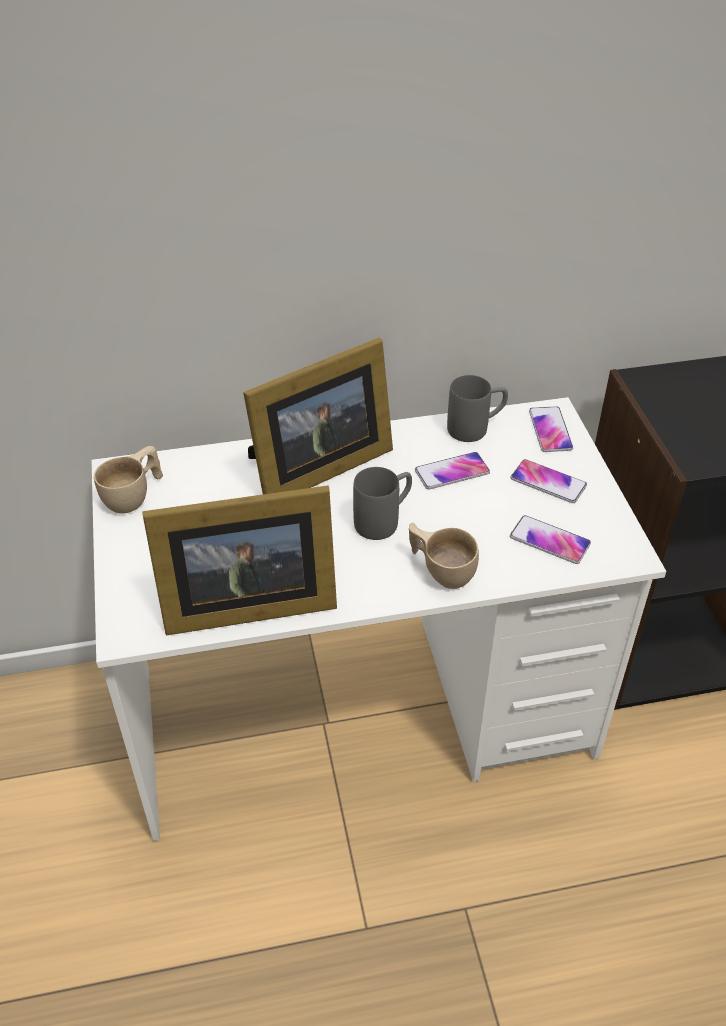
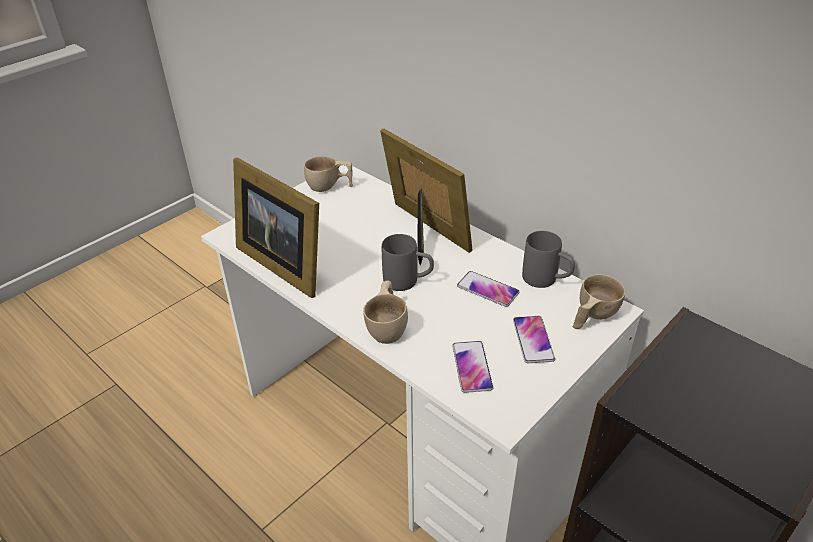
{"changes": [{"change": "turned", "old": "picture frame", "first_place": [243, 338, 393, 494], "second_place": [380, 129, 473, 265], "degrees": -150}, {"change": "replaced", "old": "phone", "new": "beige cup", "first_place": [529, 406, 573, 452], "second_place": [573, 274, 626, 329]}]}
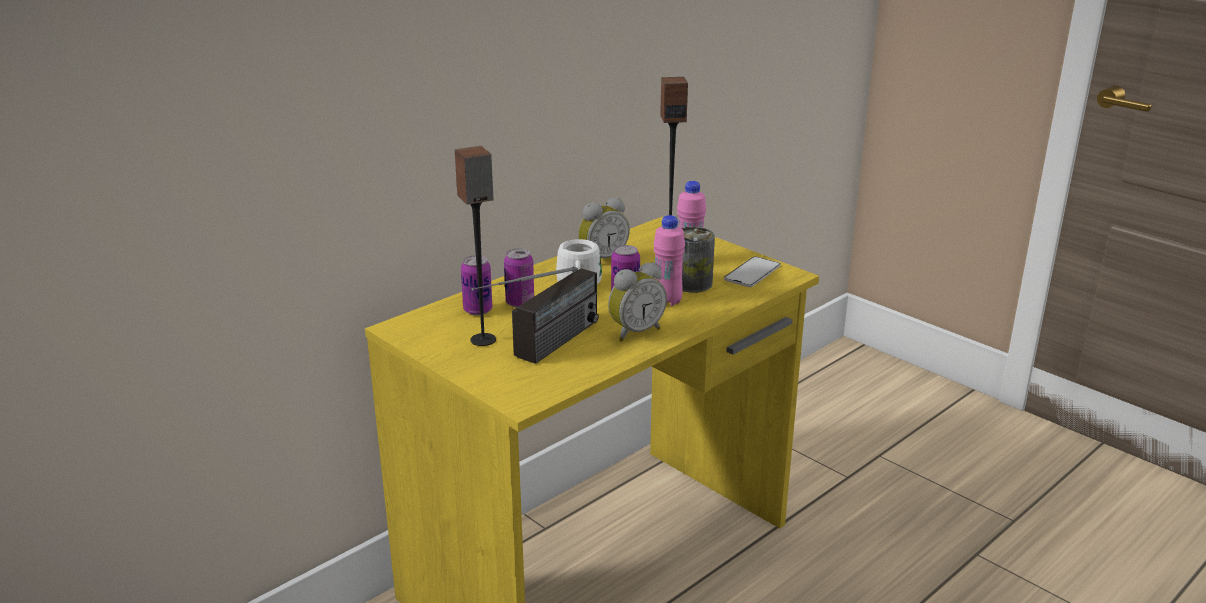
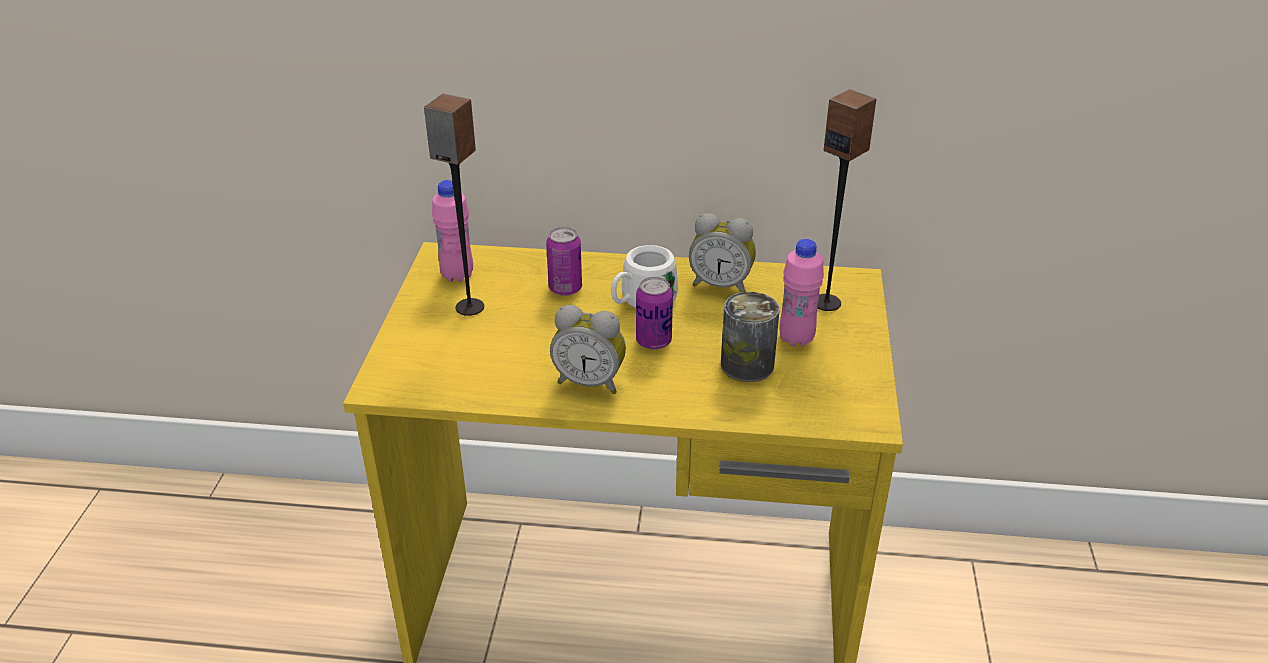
{"changes": [{"change": "removed", "old": "can", "first_place": [461, 255, 492, 315]}, {"change": "removed", "old": "radio", "first_place": [471, 266, 599, 364]}, {"change": "moved", "old": "pink bottle", "first_place": [653, 215, 685, 306], "second_place": [432, 180, 473, 282]}, {"change": "removed", "old": "phone", "first_place": [724, 257, 781, 287]}]}
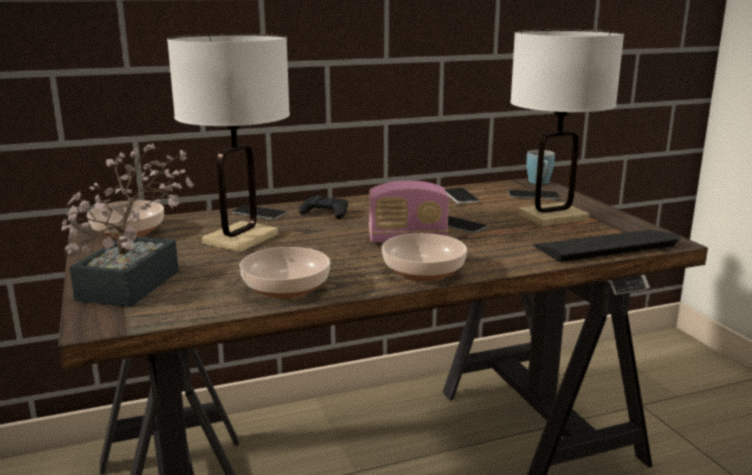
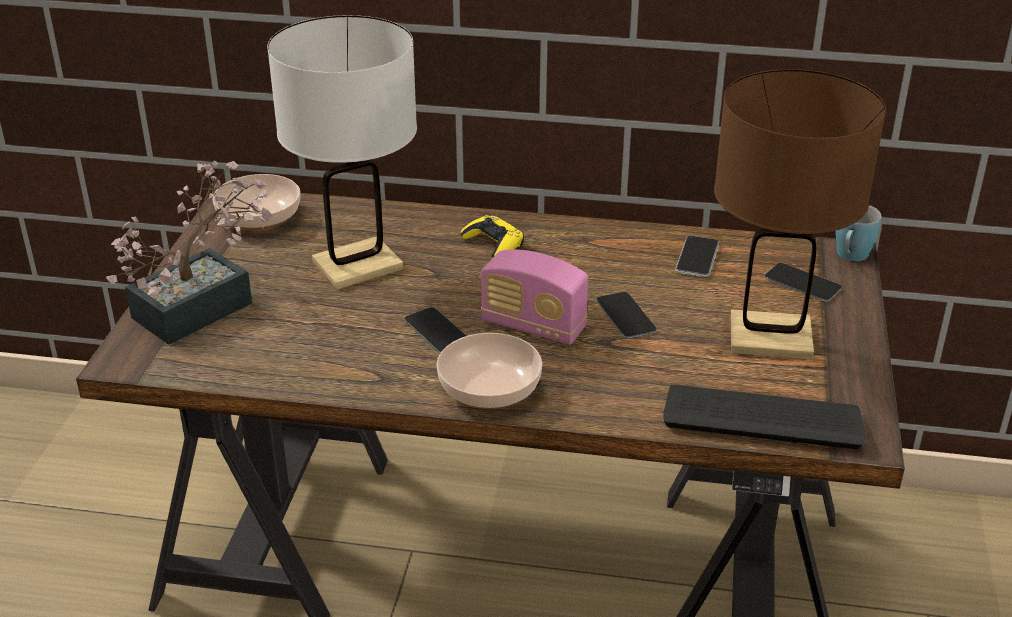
{"changes": [{"change": "moved", "old": "phone", "first_place": [232, 205, 287, 220], "second_place": [405, 307, 466, 354]}, {"change": "removed", "old": "bowl", "first_place": [240, 247, 330, 299]}, {"change": "recoloured", "old": "black game controller", "new": "yellow game controller", "first_place": [299, 195, 348, 219], "second_place": [460, 215, 524, 258]}, {"change": "recoloured", "old": "white table lamp", "new": "brown table lamp", "first_place": [510, 30, 624, 226], "second_place": [714, 69, 886, 360]}]}
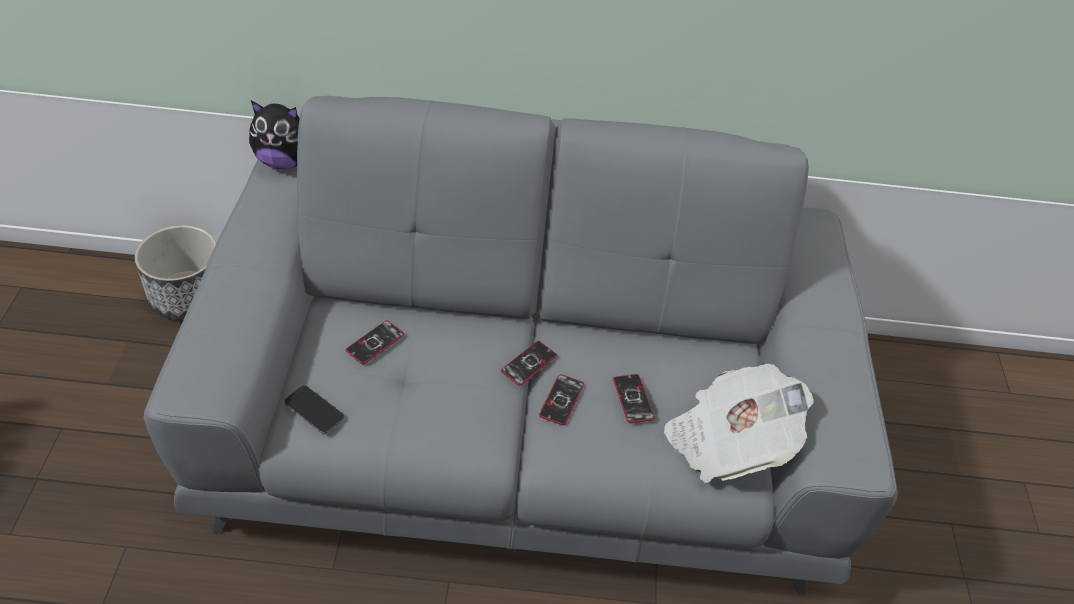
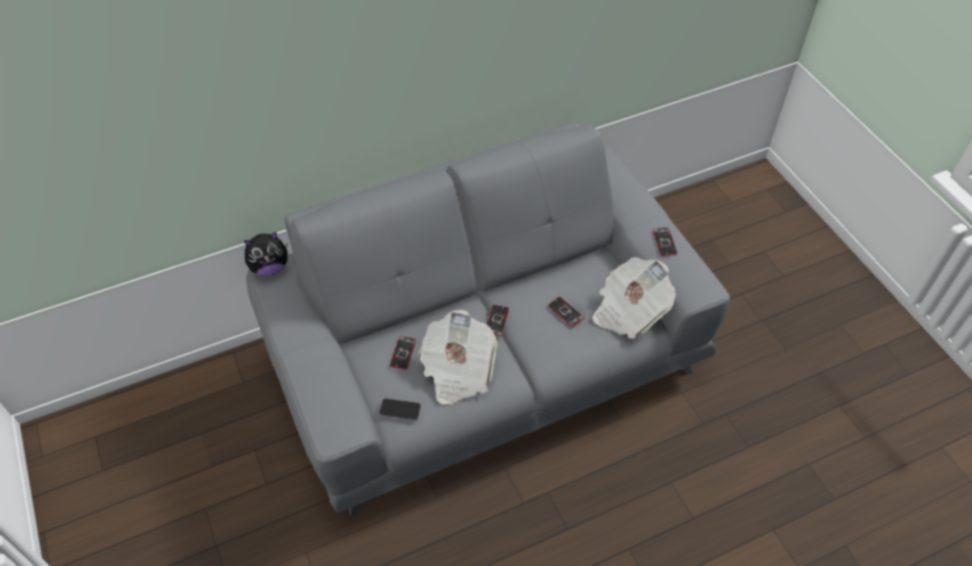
{"changes": [{"change": "removed", "old": "planter", "first_place": [135, 225, 216, 320]}, {"change": "moved", "old": "phone", "first_place": [539, 374, 584, 425], "second_place": [653, 228, 677, 256]}, {"change": "added", "new": "newspaper", "second_place": [419, 310, 498, 405]}]}
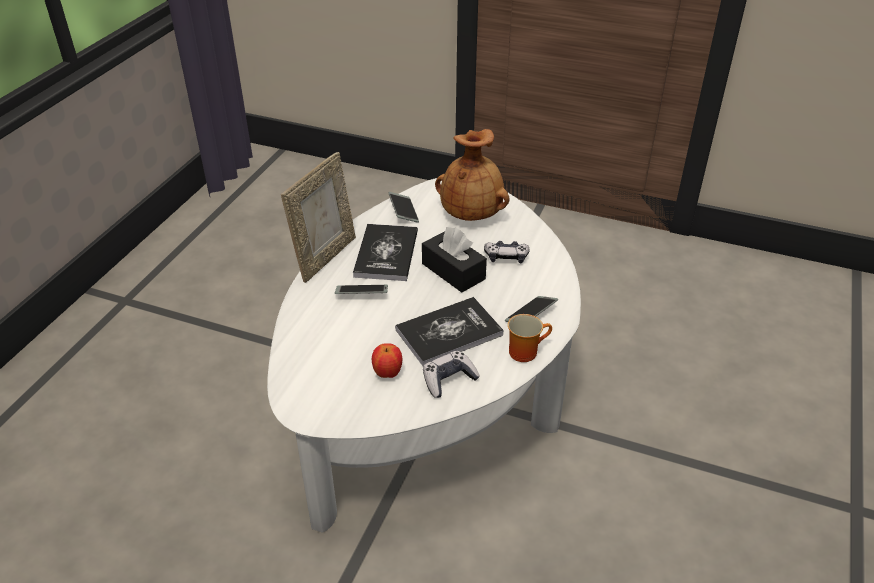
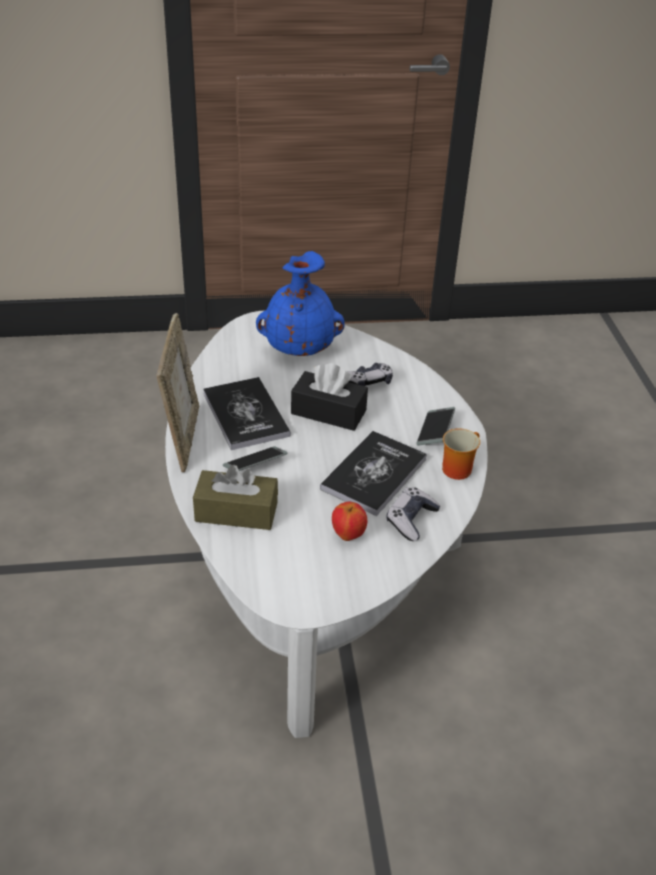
{"changes": [{"change": "removed", "old": "phone", "first_place": [389, 192, 419, 223]}, {"change": "recoloured", "old": "brown vase", "new": "blue vase", "first_place": [435, 129, 510, 221], "second_place": [256, 251, 345, 356]}, {"change": "added", "new": "brown tissue box", "second_place": [193, 465, 278, 530]}]}
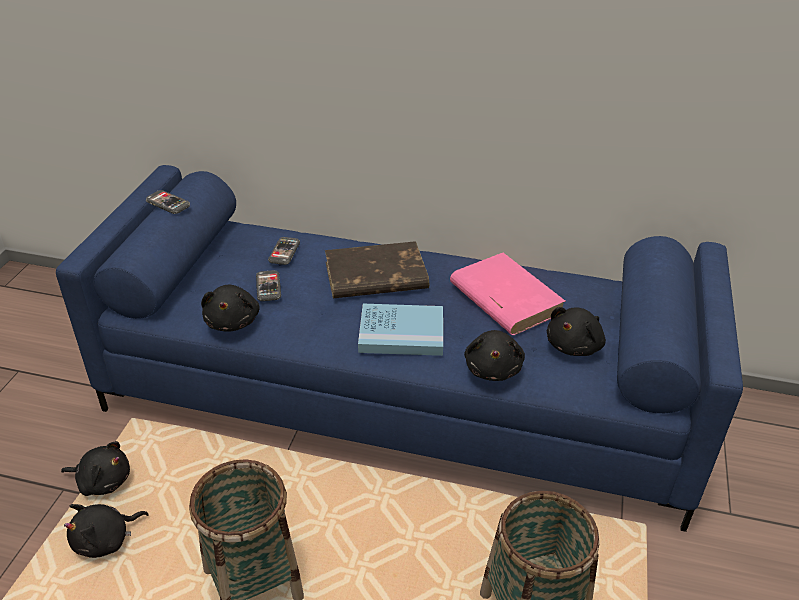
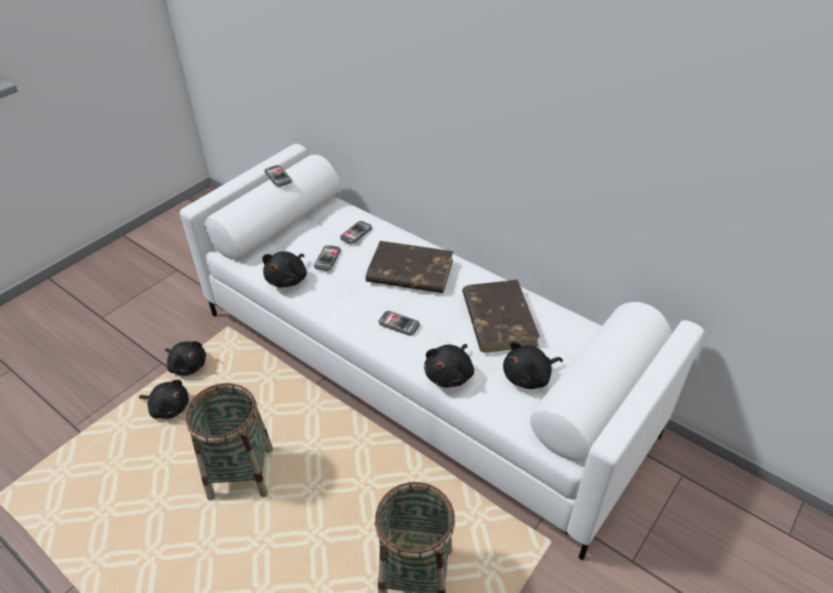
{"changes": [{"change": "recoloured", "old": "blue sofa", "new": "white sofa", "first_place": [56, 165, 743, 532], "second_place": [180, 144, 704, 561]}, {"change": "turned", "old": "black plush toy", "first_place": [64, 504, 149, 558], "second_place": [139, 379, 189, 419], "degrees": -150}, {"change": "replaced", "old": "blue book", "new": "phone", "first_place": [358, 304, 443, 356], "second_place": [378, 311, 420, 336]}, {"change": "recoloured", "old": "pink book", "new": "brown book", "first_place": [450, 253, 566, 335], "second_place": [462, 280, 540, 353]}]}
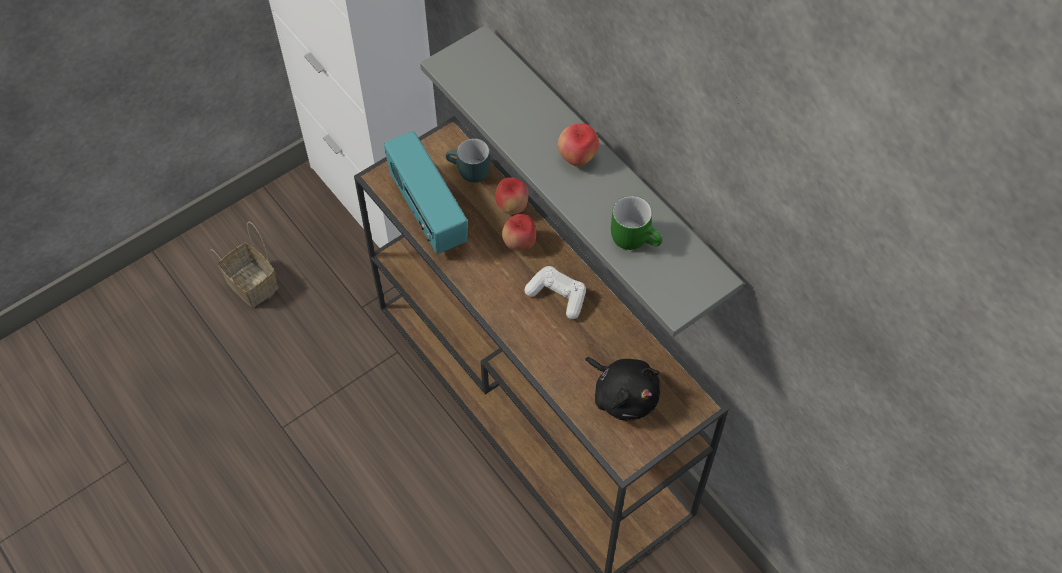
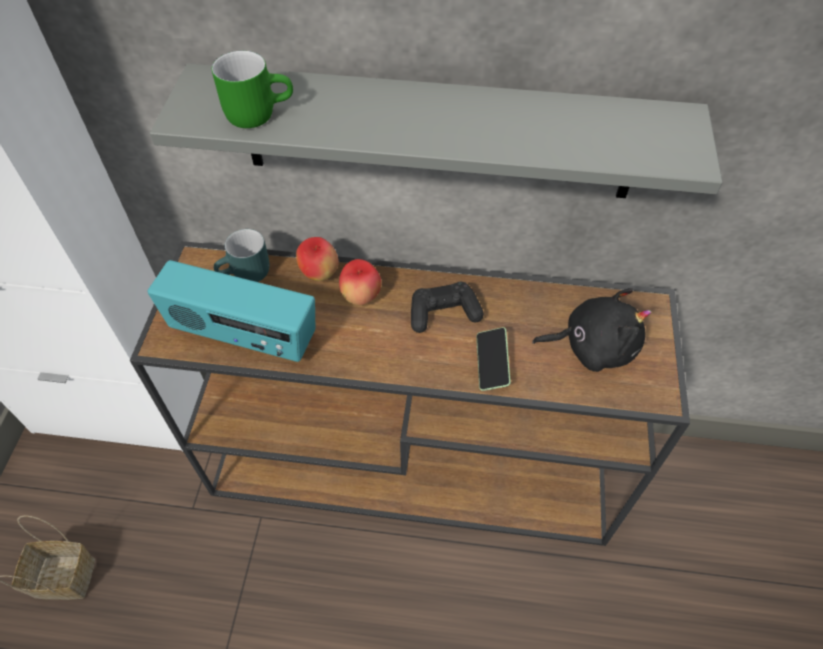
{"changes": [{"change": "recoloured", "old": "white game controller", "new": "black game controller", "first_place": [525, 266, 586, 319], "second_place": [411, 282, 484, 333]}, {"change": "removed", "old": "apple", "first_place": [558, 124, 599, 167]}, {"change": "moved", "old": "green mug", "first_place": [611, 196, 662, 250], "second_place": [212, 51, 293, 128]}, {"change": "added", "new": "phone", "second_place": [476, 327, 511, 391]}]}
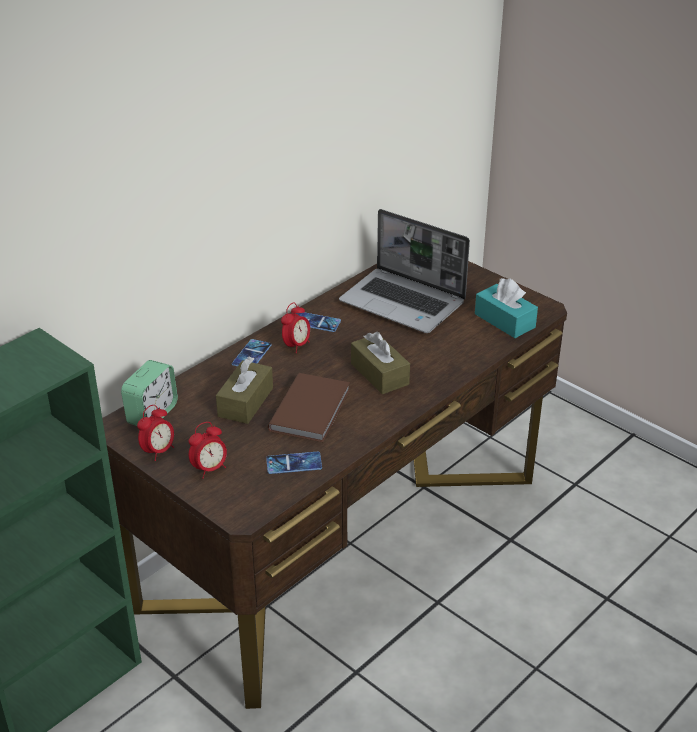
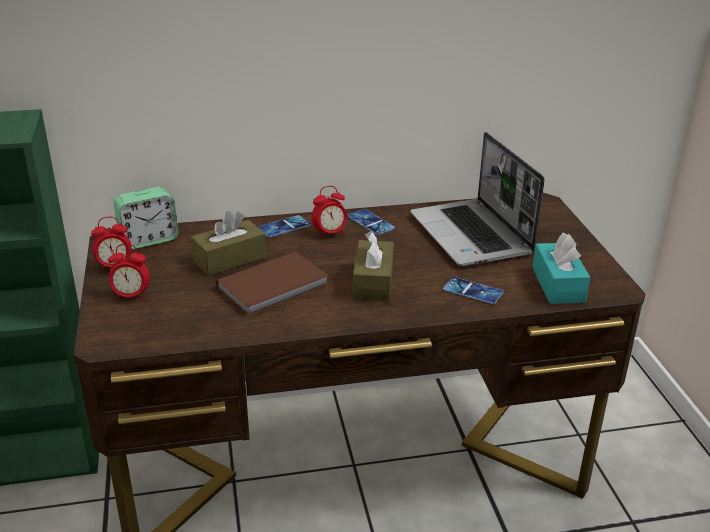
{"changes": [{"change": "moved", "old": "phone", "first_place": [266, 452, 322, 474], "second_place": [443, 277, 504, 304]}]}
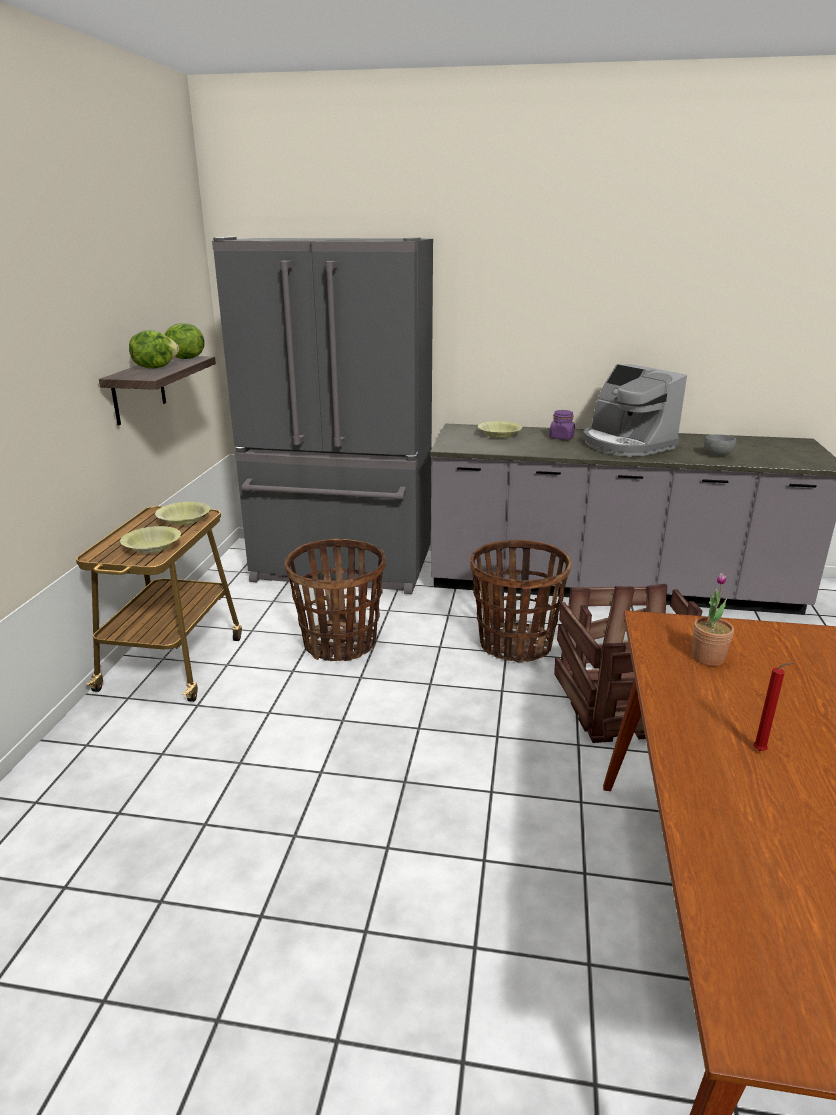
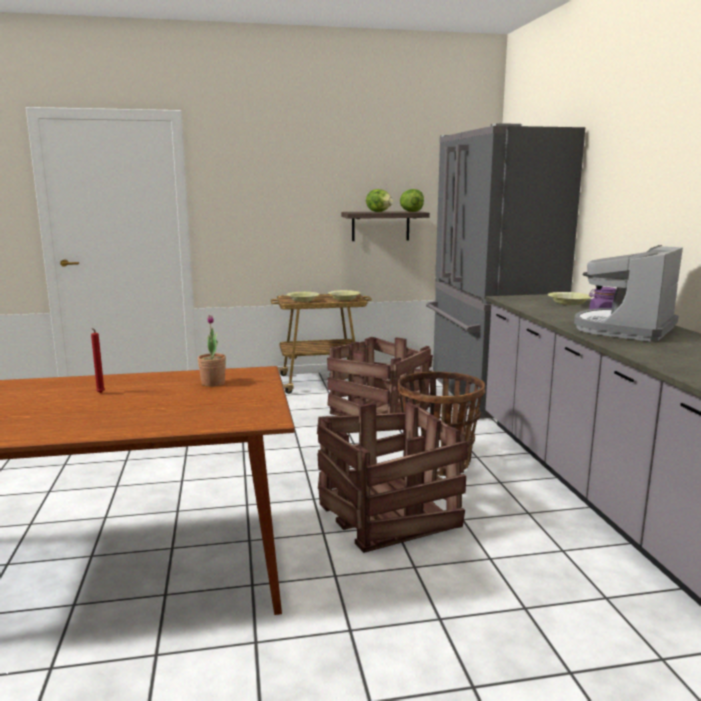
{"changes": [{"change": "replaced", "old": "basket", "new": "crate", "first_place": [285, 539, 386, 661], "second_place": [327, 337, 433, 416]}, {"change": "removed", "old": "grey bowl", "first_place": [704, 434, 736, 457]}]}
